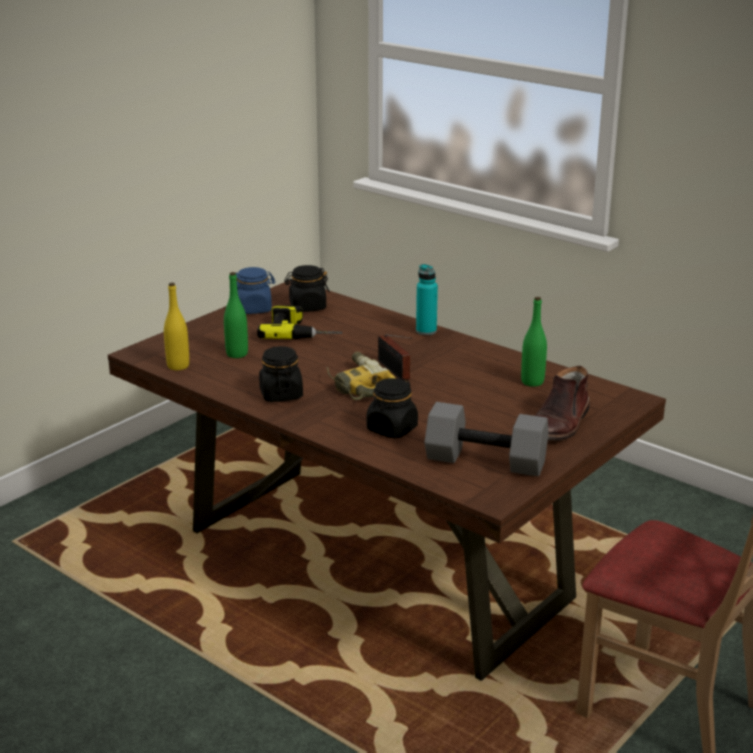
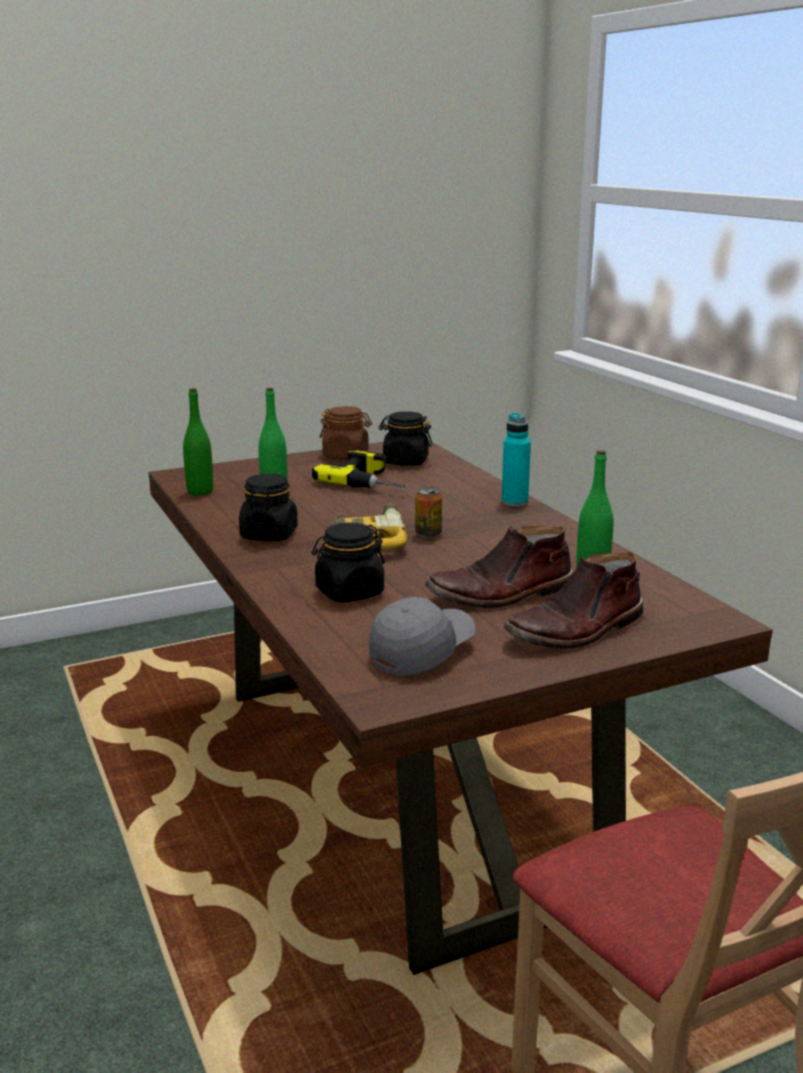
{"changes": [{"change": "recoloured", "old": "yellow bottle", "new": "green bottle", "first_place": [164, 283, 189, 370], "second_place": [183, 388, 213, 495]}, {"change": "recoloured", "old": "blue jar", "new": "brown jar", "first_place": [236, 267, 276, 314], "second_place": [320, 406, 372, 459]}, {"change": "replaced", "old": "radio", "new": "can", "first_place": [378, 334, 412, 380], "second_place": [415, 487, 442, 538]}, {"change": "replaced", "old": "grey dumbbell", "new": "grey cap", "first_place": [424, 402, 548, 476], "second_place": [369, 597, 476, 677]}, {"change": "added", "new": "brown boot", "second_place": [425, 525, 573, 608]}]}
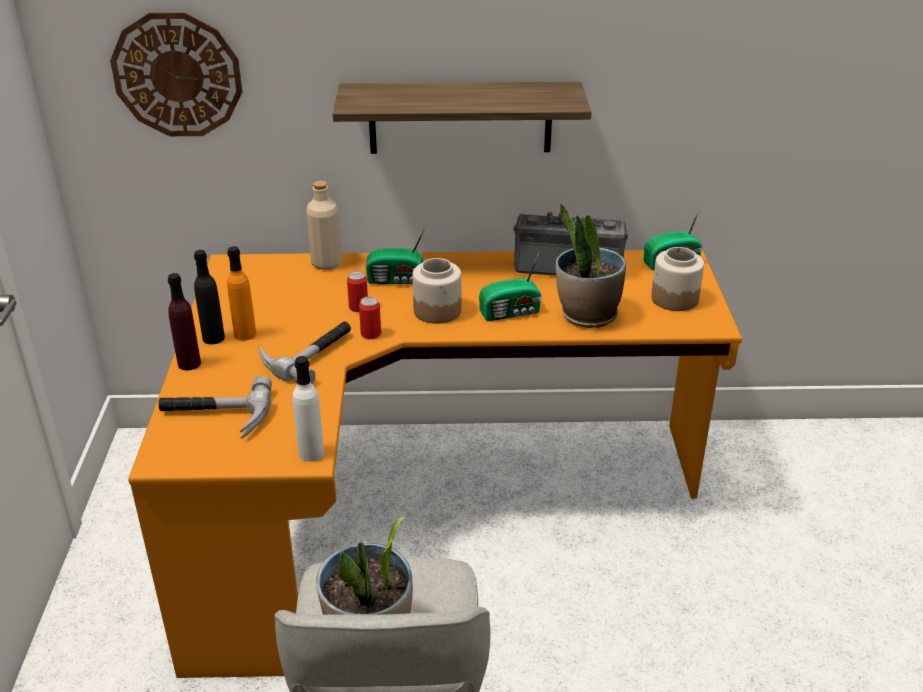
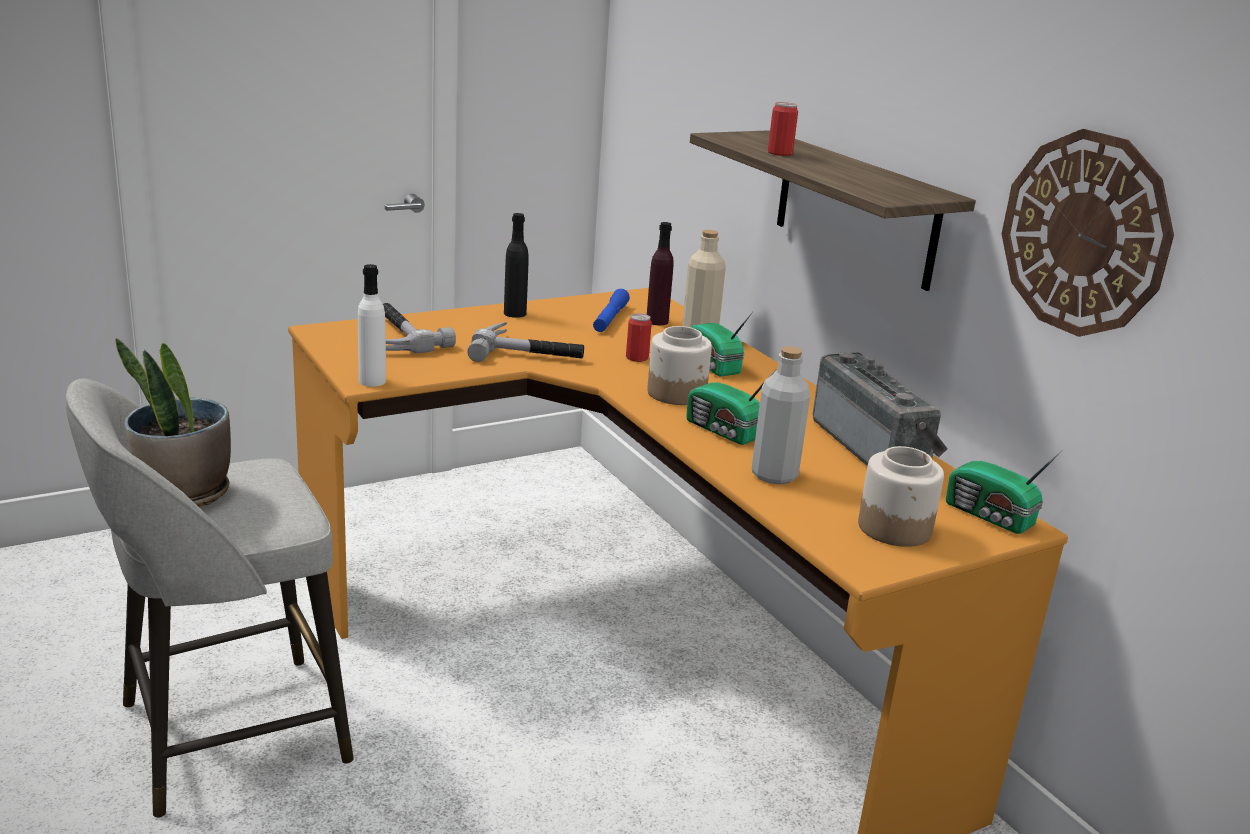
{"changes": [{"change": "moved", "old": "wall clock", "first_place": [110, 12, 242, 136], "second_place": [1002, 129, 1174, 337]}, {"change": "moved", "old": "purple bottle", "first_place": [168, 273, 201, 370], "second_place": [647, 222, 674, 325]}, {"change": "removed", "old": "orange bottle", "first_place": [227, 246, 256, 341]}, {"change": "moved", "old": "can", "first_place": [359, 296, 381, 339], "second_place": [768, 102, 798, 156]}, {"change": "replaced", "old": "potted plant", "new": "grey bottle", "first_place": [556, 203, 626, 328], "second_place": [752, 346, 810, 484]}, {"change": "added", "new": "blue flashlight", "second_place": [593, 289, 630, 332]}]}
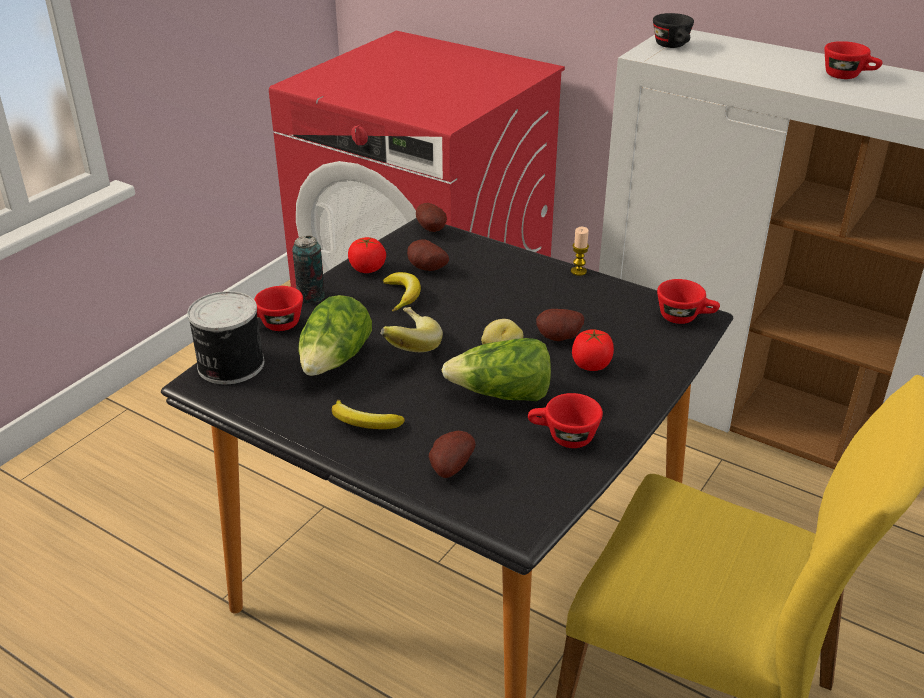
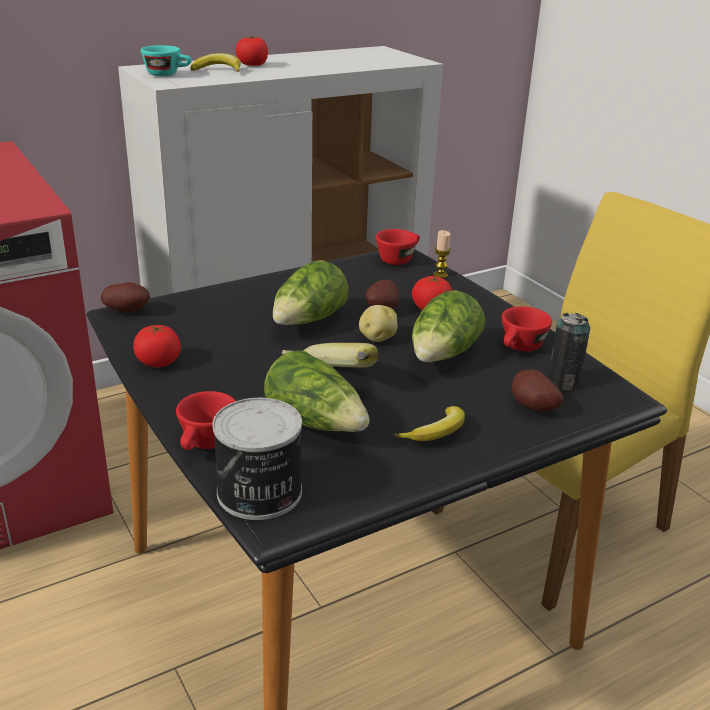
{"changes": [{"change": "moved", "old": "can", "first_place": [292, 236, 325, 303], "second_place": [548, 312, 590, 390]}, {"change": "moved", "old": "banana", "first_place": [383, 272, 421, 312], "second_place": [190, 53, 241, 72]}, {"change": "removed", "old": "potato", "first_place": [407, 239, 449, 271]}, {"change": "moved", "old": "candle", "first_place": [571, 227, 589, 276], "second_place": [433, 230, 451, 278]}, {"change": "recoloured", "old": "black cup", "new": "turquoise cup", "first_place": [653, 13, 694, 48], "second_place": [141, 45, 192, 76]}, {"change": "removed", "old": "red cup", "first_place": [824, 41, 883, 79]}, {"change": "added", "new": "tomato", "second_place": [236, 36, 268, 66]}, {"change": "added", "new": "lettuce", "second_place": [272, 260, 349, 325]}]}
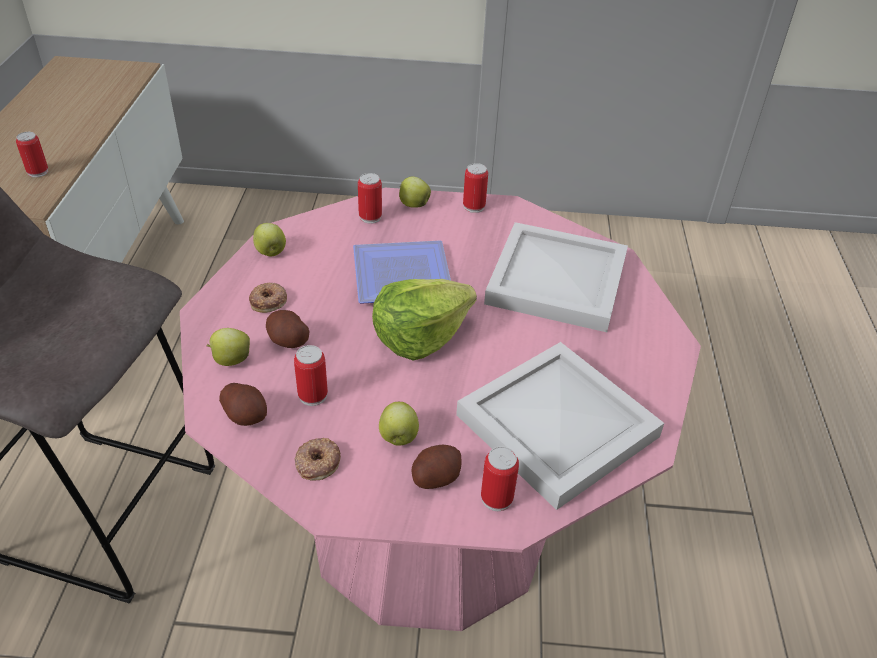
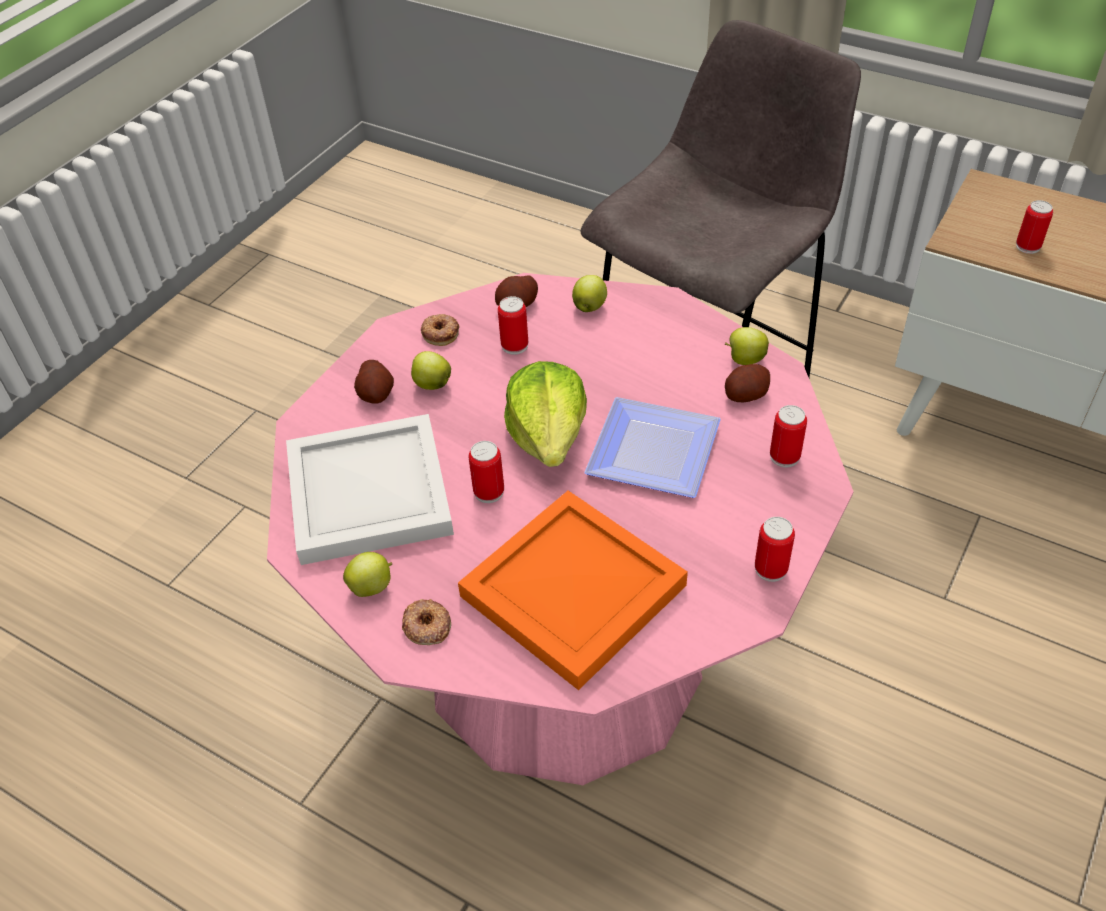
{"changes": [{"change": "moved", "old": "donut", "first_place": [249, 283, 287, 313], "second_place": [402, 599, 451, 645]}, {"change": "moved", "old": "potato", "first_place": [266, 310, 309, 348], "second_place": [725, 364, 770, 402]}, {"change": "moved", "old": "apple", "first_place": [399, 177, 431, 208], "second_place": [343, 552, 392, 597]}, {"change": "moved", "old": "can", "first_place": [481, 446, 519, 511], "second_place": [469, 441, 504, 503]}, {"change": "recoloured", "old": "white tray", "new": "orange tray", "first_place": [484, 222, 628, 332], "second_place": [458, 491, 688, 690]}]}
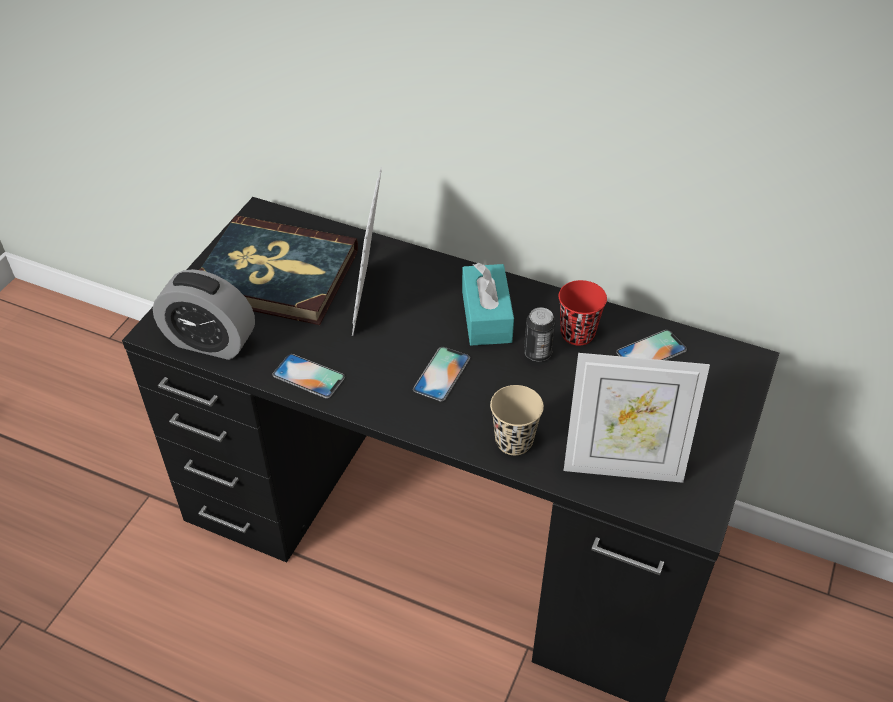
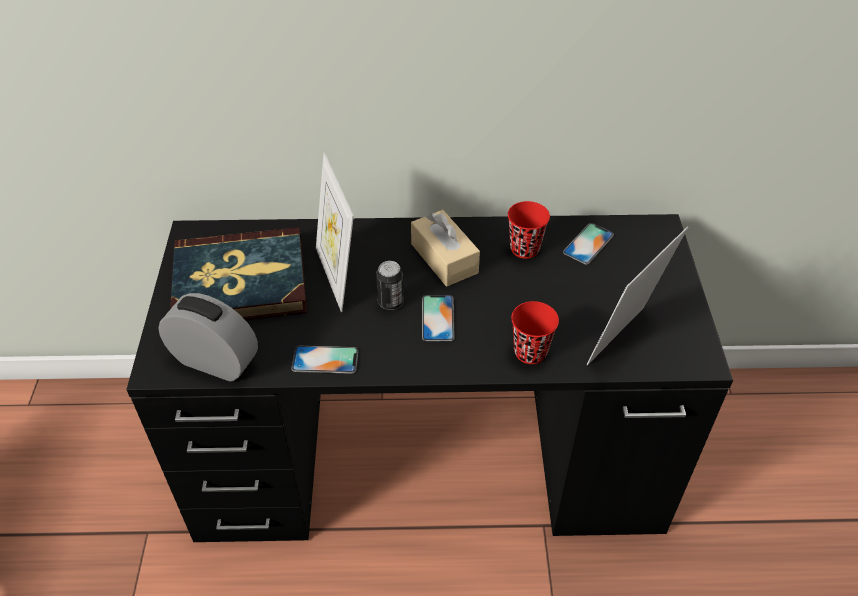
{"changes": [{"change": "turned", "old": "alarm clock", "first_place": [153, 269, 255, 360], "second_place": [158, 293, 258, 382], "degrees": -150}, {"change": "recoloured", "old": "turquoise tissue box", "new": "beige tissue box", "first_place": [462, 263, 514, 346], "second_place": [411, 210, 480, 287]}, {"change": "recoloured", "old": "beige cup", "new": "red cup", "first_place": [490, 385, 544, 455], "second_place": [511, 301, 559, 364]}, {"change": "moved", "old": "can", "first_place": [524, 307, 556, 361], "second_place": [376, 261, 404, 310]}, {"change": "turned", "old": "picture frame", "first_place": [564, 353, 710, 483], "second_place": [587, 226, 688, 365], "degrees": 150}]}
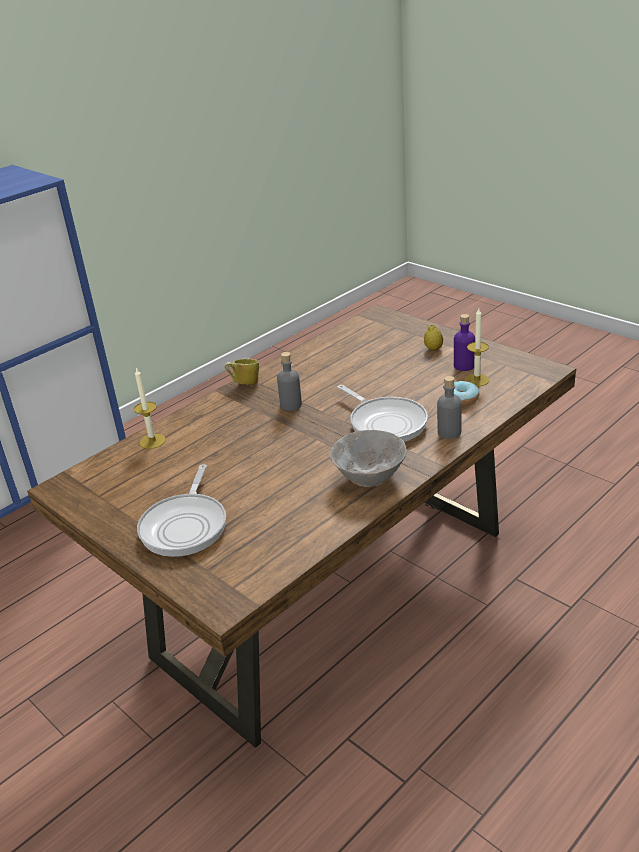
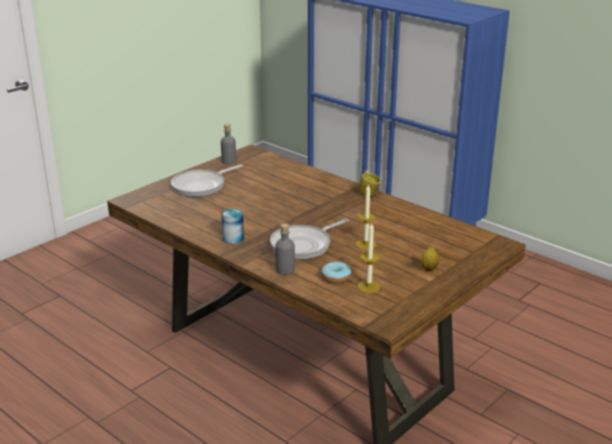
{"changes": [{"change": "moved", "old": "candle", "first_place": [134, 368, 166, 449], "second_place": [356, 185, 376, 250]}, {"change": "turned", "old": "frying pan", "first_place": [137, 464, 226, 557], "second_place": [171, 164, 243, 197], "degrees": -45}, {"change": "moved", "old": "grey bottle", "first_place": [277, 352, 302, 411], "second_place": [221, 124, 236, 164]}, {"change": "replaced", "old": "grey bowl", "new": "can", "first_place": [329, 430, 407, 487], "second_place": [222, 209, 244, 244]}, {"change": "removed", "old": "purple bottle", "first_place": [454, 314, 475, 371]}]}
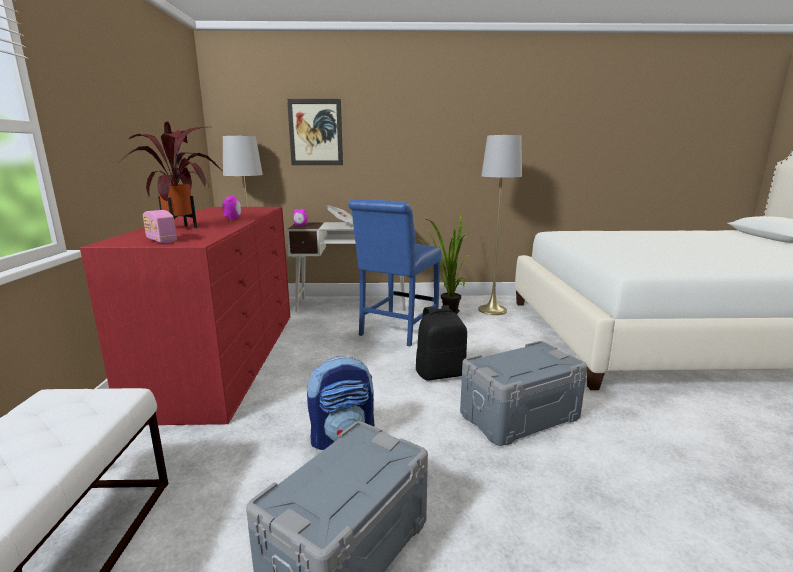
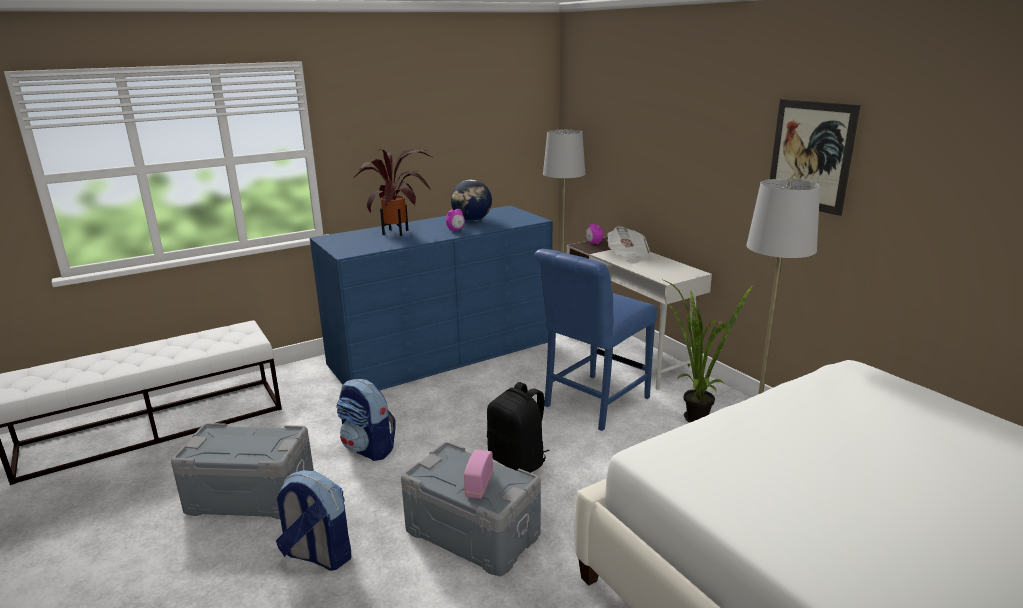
{"changes": [{"change": "recoloured", "old": "red dresser", "new": "blue dresser", "first_place": [80, 207, 290, 425], "second_place": [310, 206, 553, 390]}, {"change": "moved", "old": "radio", "first_place": [143, 210, 177, 243], "second_place": [464, 450, 493, 499]}, {"change": "moved", "old": "picture", "first_place": [287, 99, 343, 165], "second_place": [770, 99, 861, 216]}, {"change": "turned", "old": "blue chair", "first_place": [348, 199, 441, 346], "second_place": [534, 249, 657, 431], "degrees": -45}, {"change": "added", "new": "backpack", "second_place": [276, 470, 351, 571]}, {"change": "added", "new": "globe", "second_place": [451, 180, 492, 221]}]}
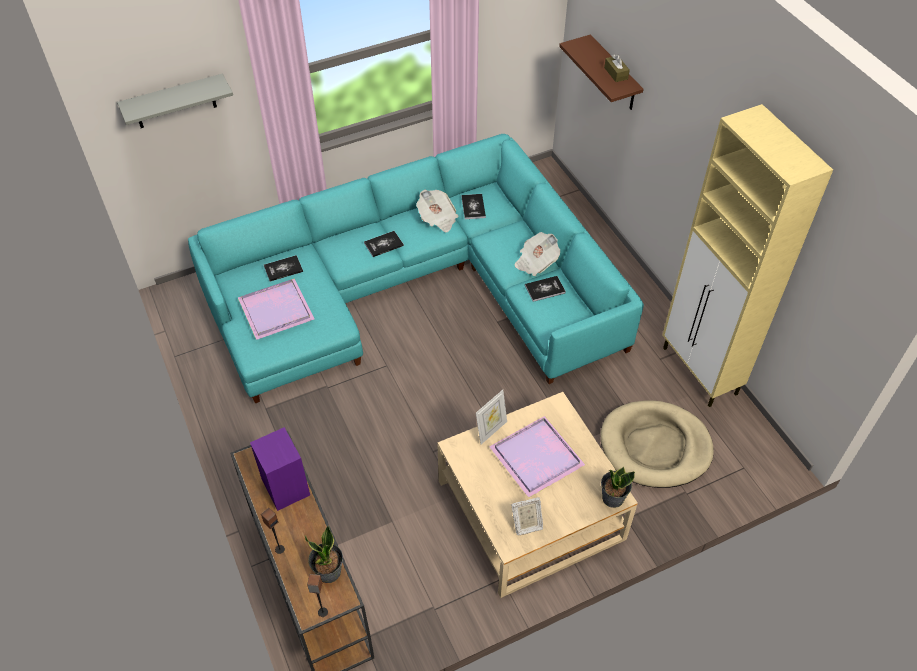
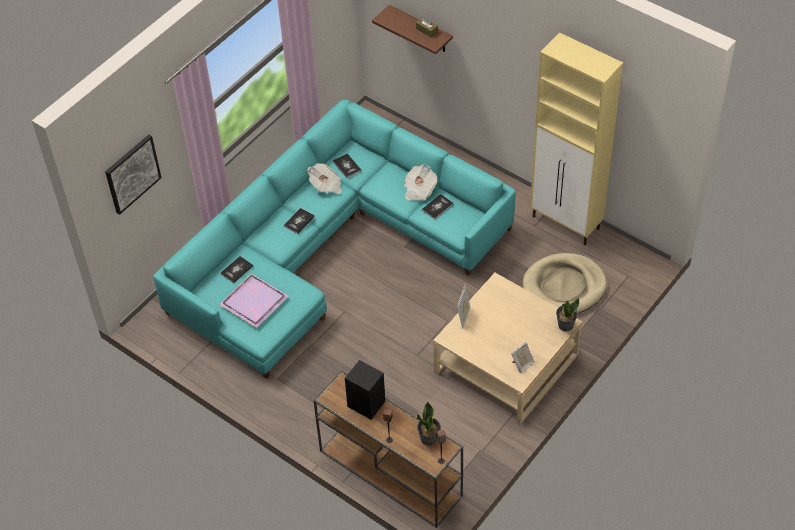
{"changes": [{"change": "replaced", "old": "grey shelf", "new": "picture", "first_place": [117, 74, 233, 128], "second_place": [105, 135, 162, 215]}, {"change": "recoloured", "old": "purple speaker", "new": "black speaker", "first_place": [250, 427, 310, 511], "second_place": [345, 360, 385, 420]}, {"change": "removed", "old": "purple tray", "first_place": [490, 416, 585, 498]}]}
